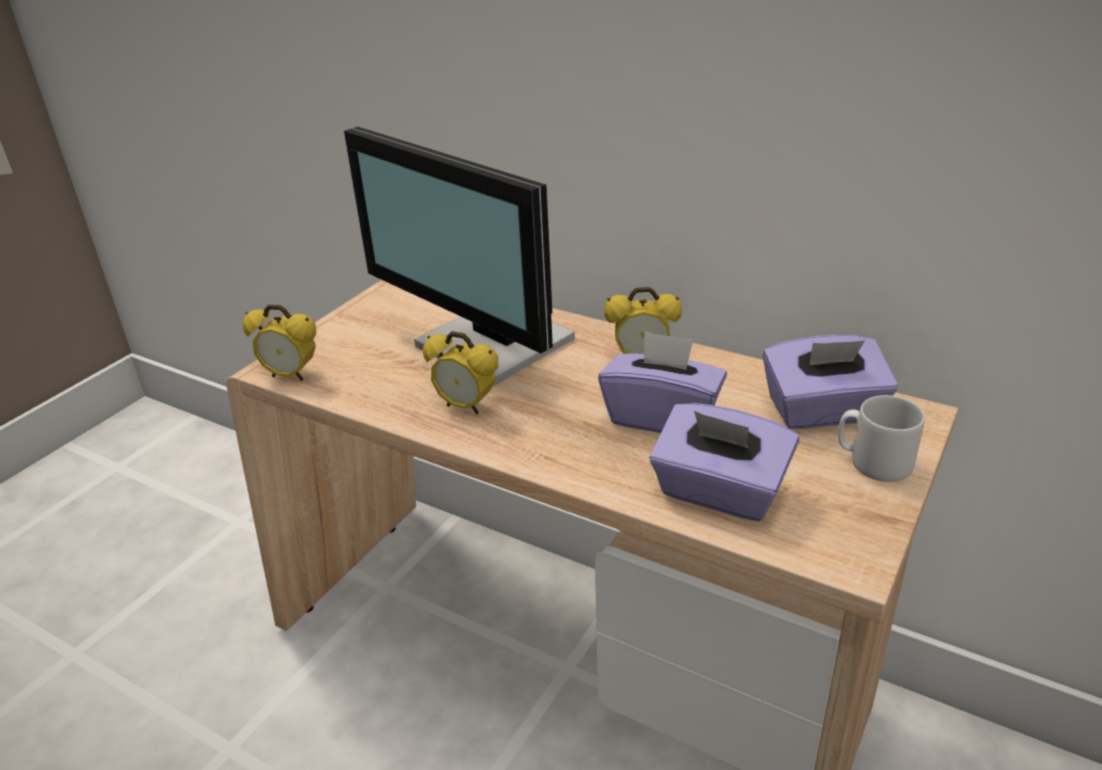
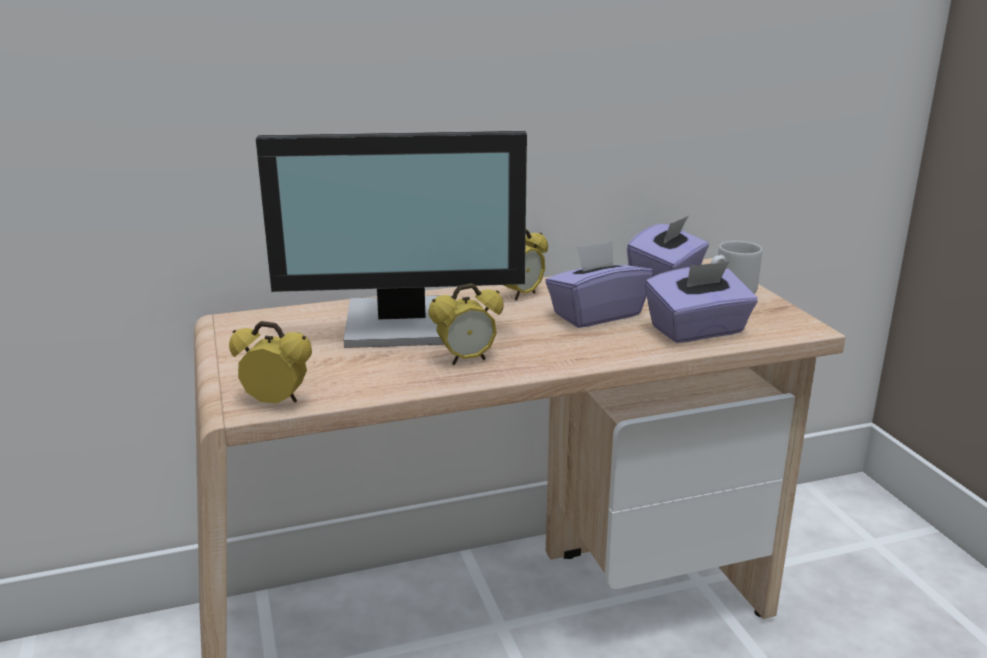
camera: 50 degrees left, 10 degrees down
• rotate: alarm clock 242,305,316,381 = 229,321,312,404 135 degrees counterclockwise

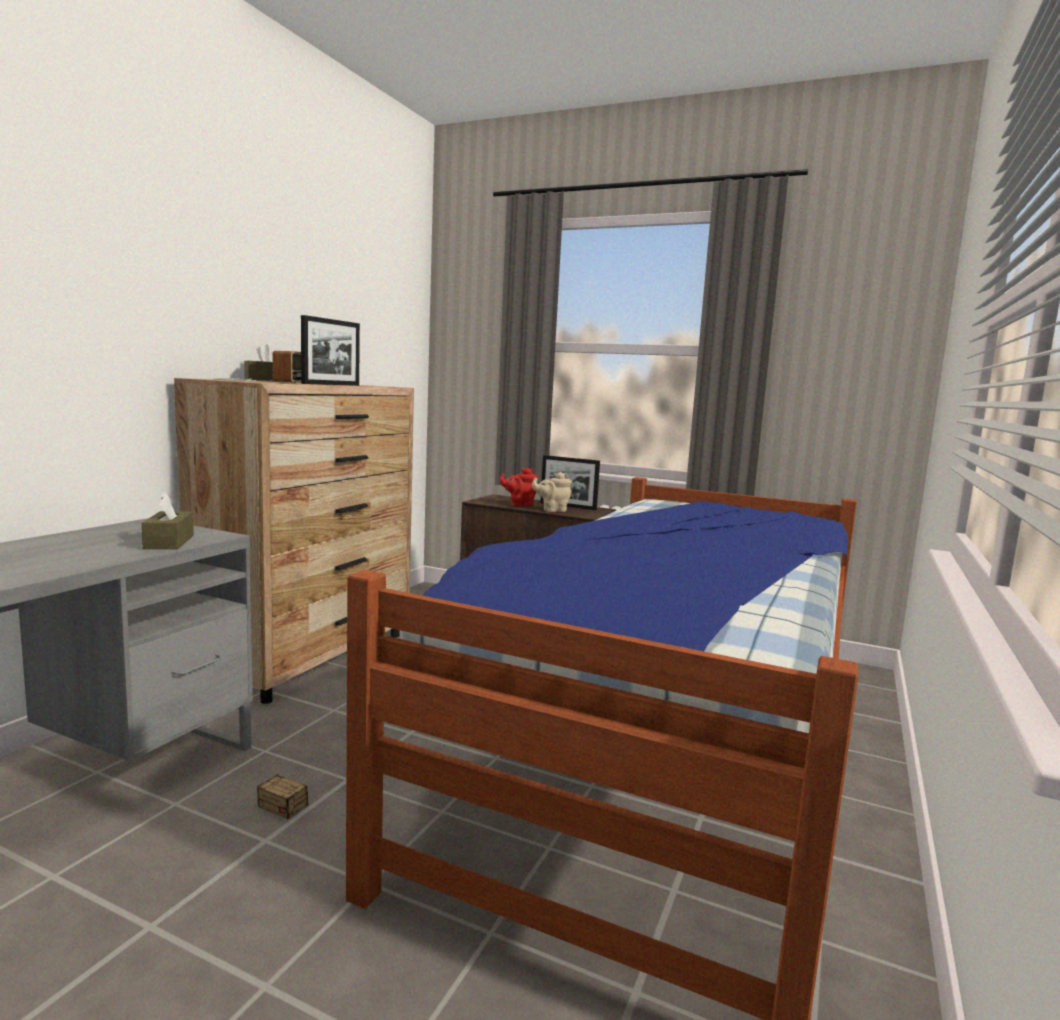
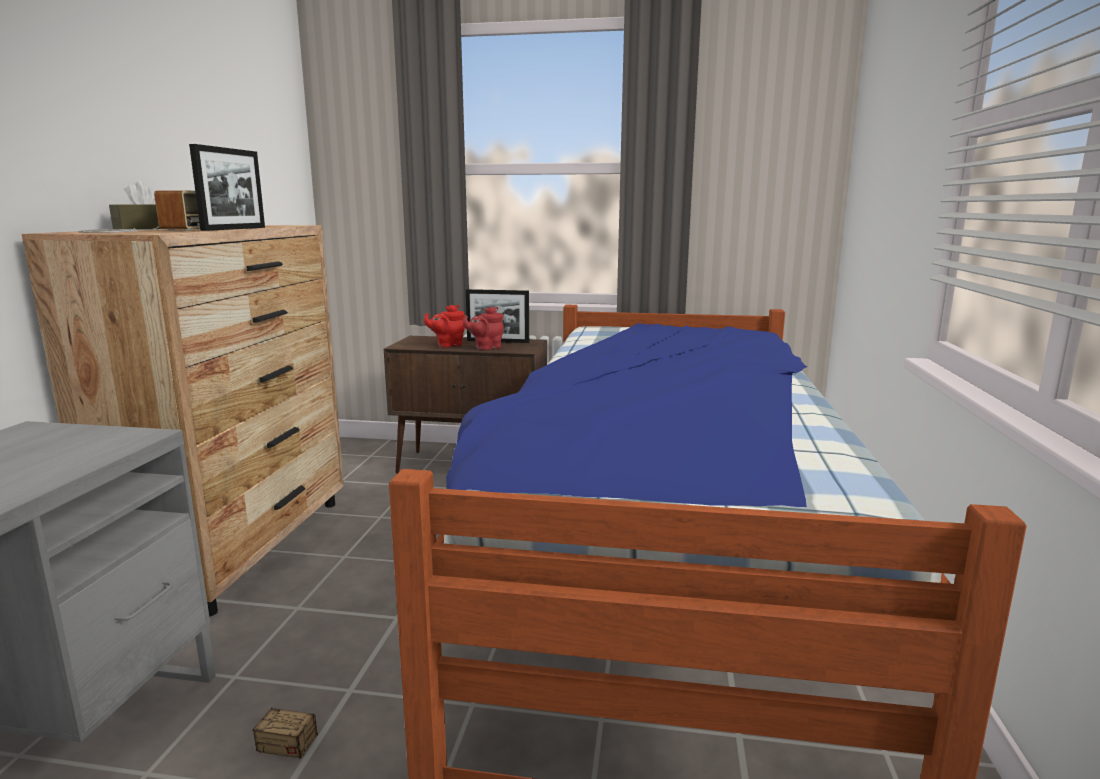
camera: 15 degrees left, 5 degrees up
• delete: brown-coloured tissue holder 142,492,194,549
• recolor: beige-coloured teapot 532,472,572,512 to reddish teapot 463,307,504,350

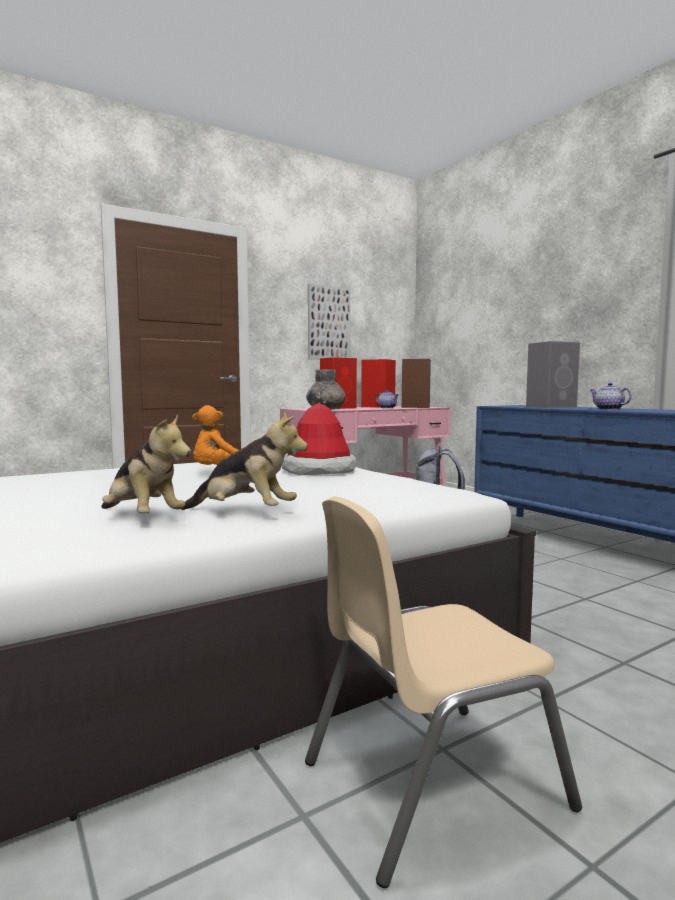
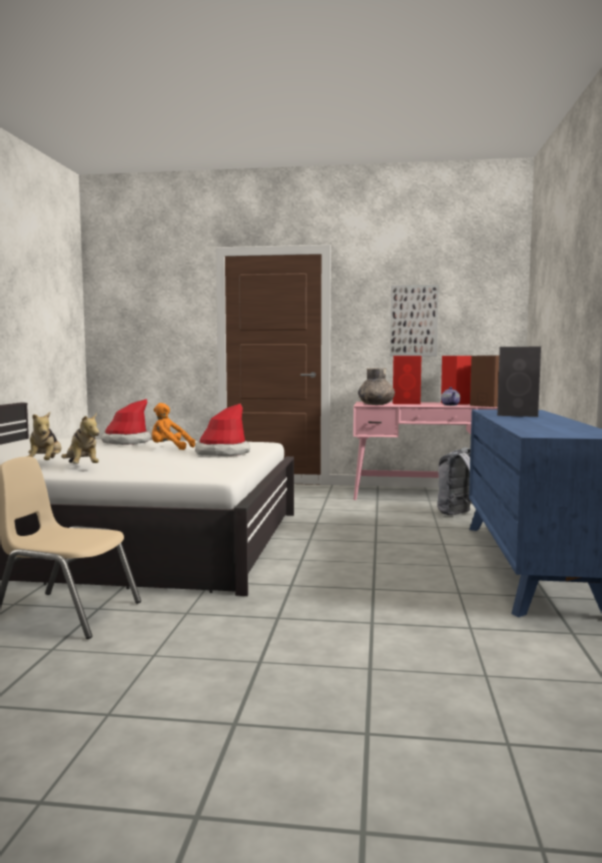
camera: 40 degrees right, 0 degrees up
• delete: teapot 590,383,632,410
• insert: clothing hat 101,399,151,445

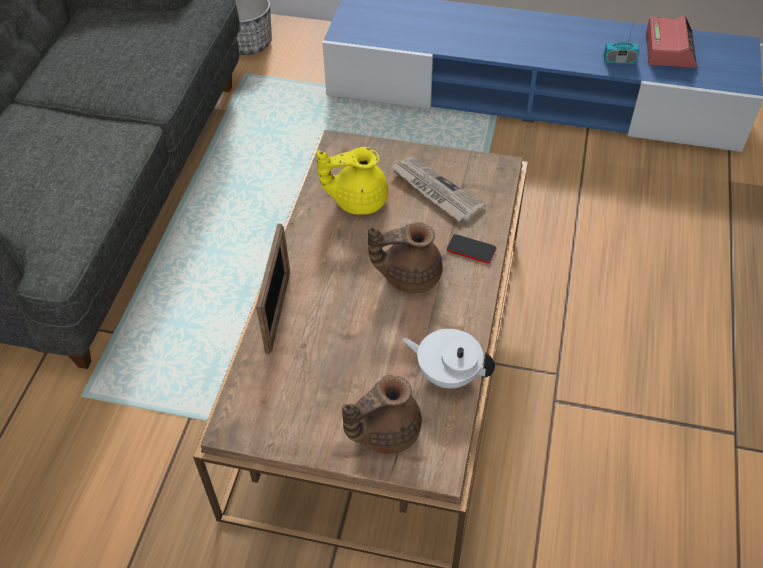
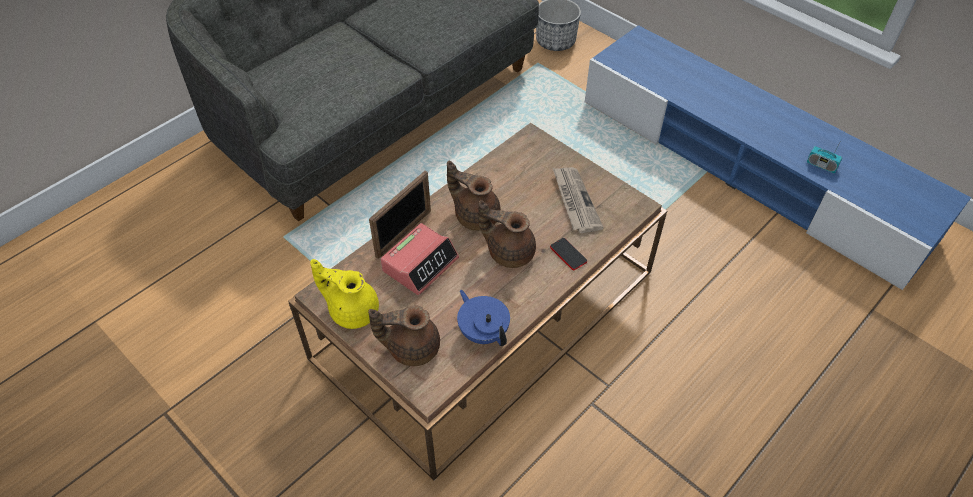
camera: 30 degrees right, 0 degrees up
• insert: brown-coloured teapot 447,161,501,231
• move: yellow-coloured teapot 316,147,388,215 to 310,259,379,329
• move: alarm clock 646,16,697,68 to 380,223,459,295
• recolor: white-coloured teapot 402,329,495,389 to bluish teapot 457,290,510,346

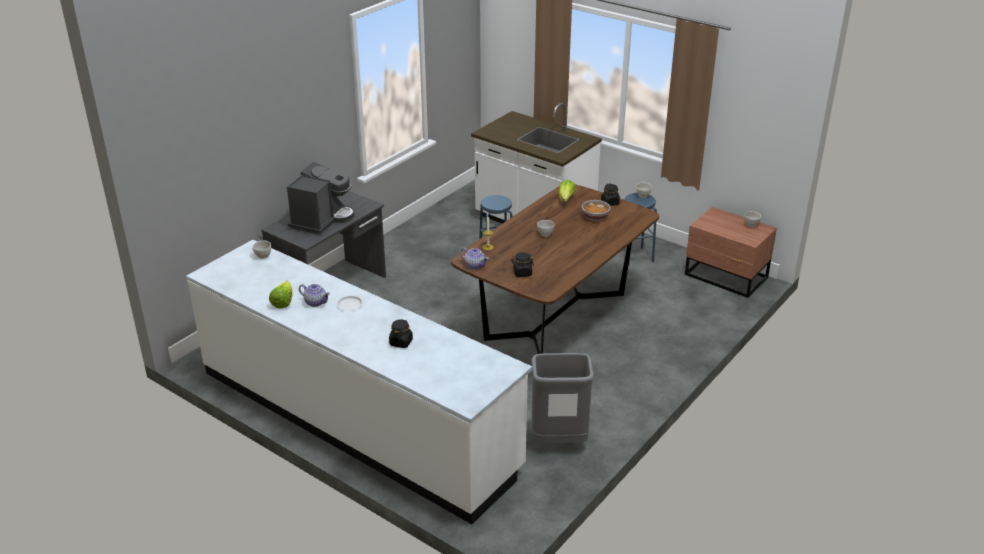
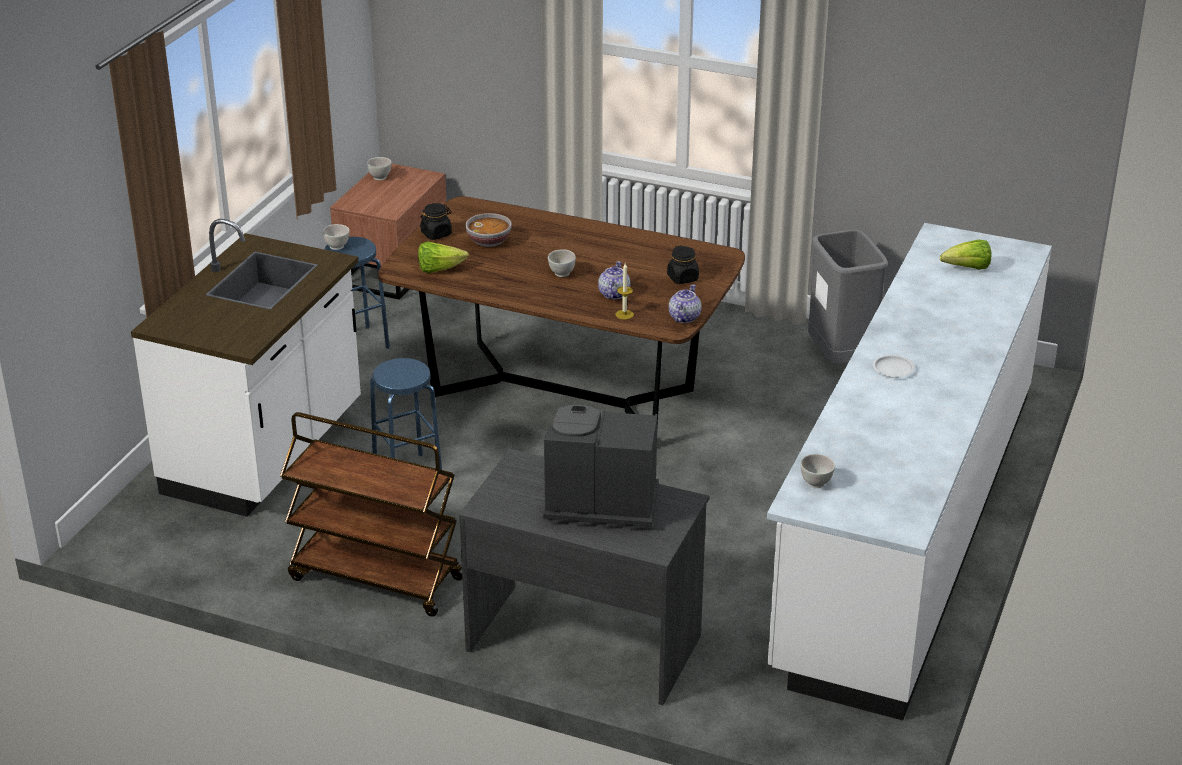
camera: 105 degrees left, 0 degrees up
• delete: blackish preserve jar 389,319,413,348
• insert: brown-coloured wheeled cart 280,412,462,617
• move: head of lettuce 269,281,293,309 to 940,239,991,270
• move: teapot 299,284,330,307 to 598,261,630,299

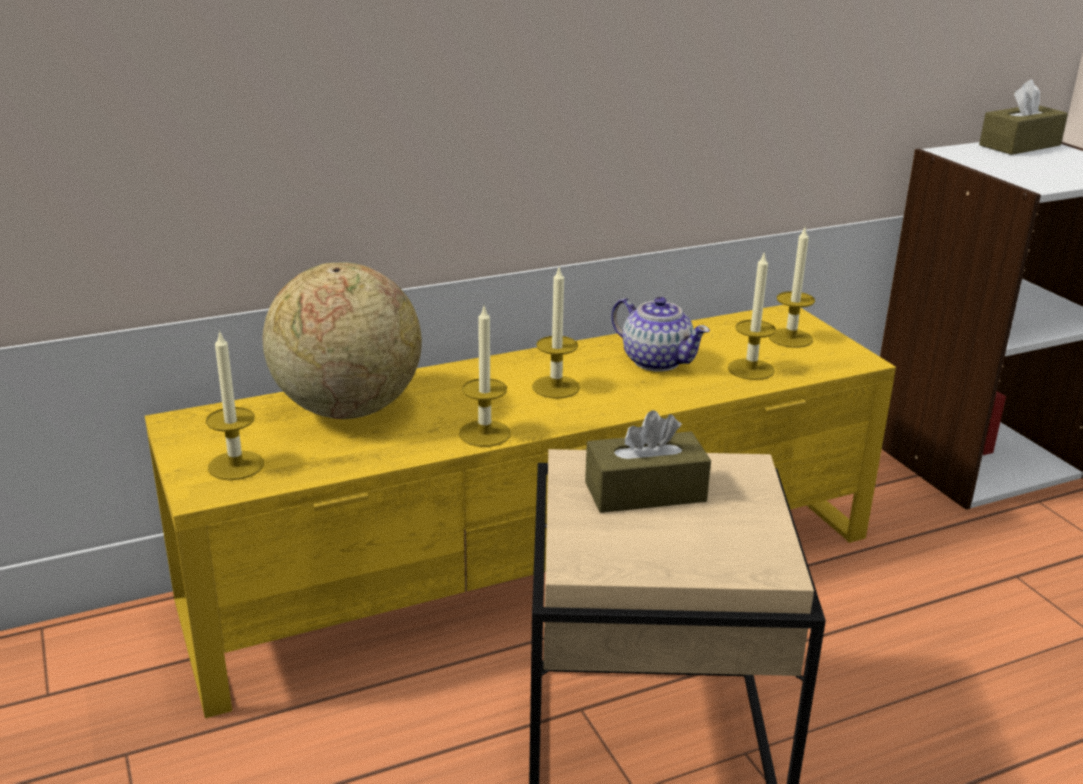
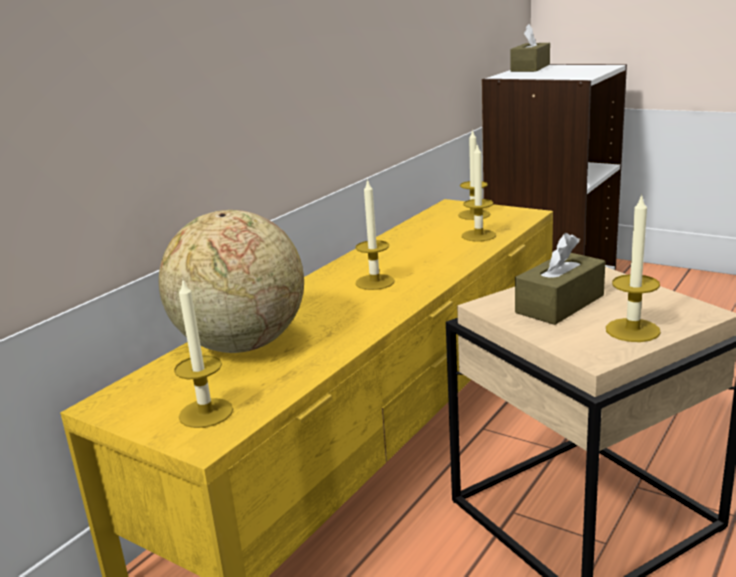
camera: 30 degrees left, 5 degrees down
• delete: teapot 611,297,710,372
• move: candle 459,307,511,447 to 606,194,661,342

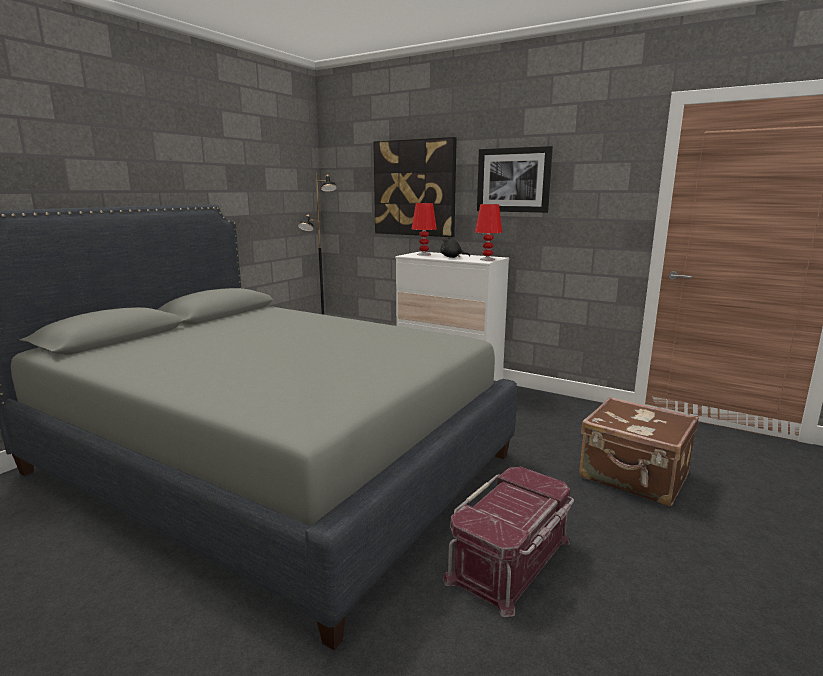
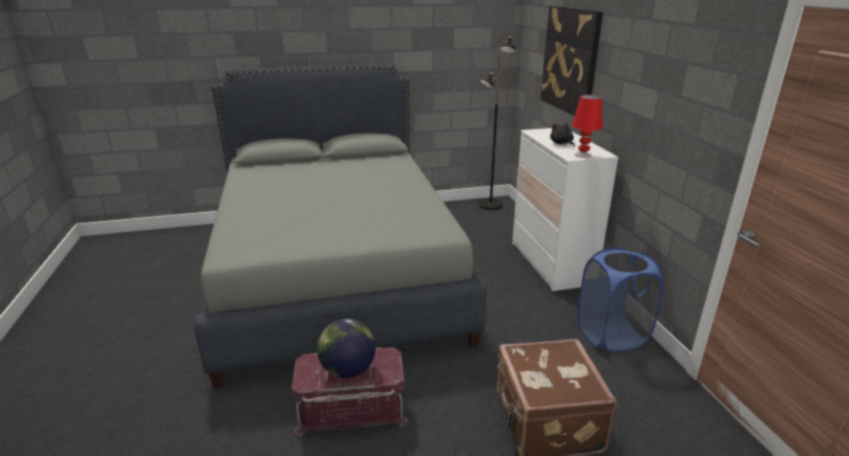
camera: 45 degrees right, 10 degrees up
• delete: reddish tabletop lamp 412,203,437,256
• delete: wall picture 477,146,553,213
• insert: world globe 317,319,376,378
• insert: bluish washing basket 578,247,663,352

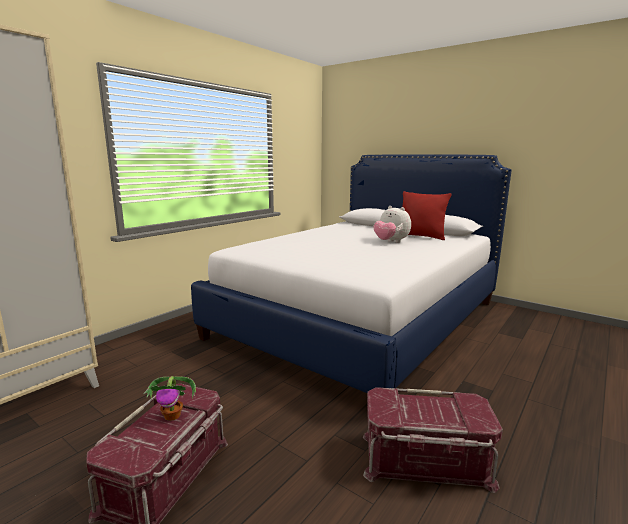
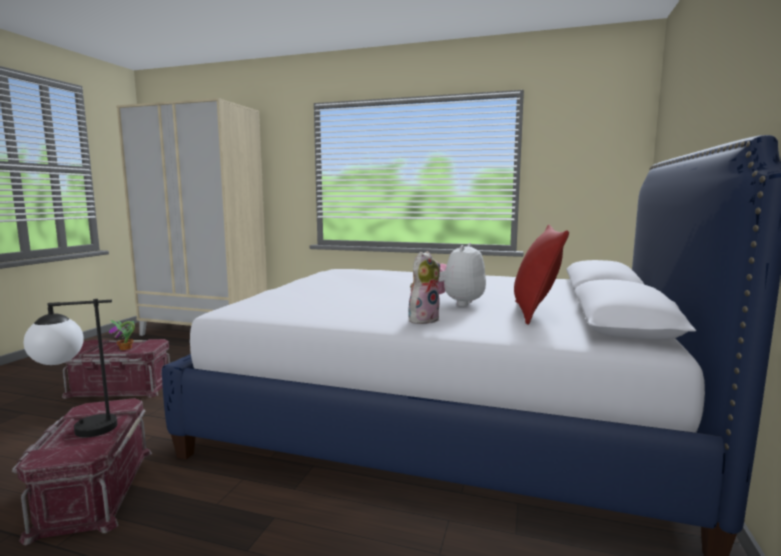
camera: 70 degrees right, 5 degrees down
• insert: tabletop lamp 24,299,117,437
• insert: soft toy 408,251,440,324

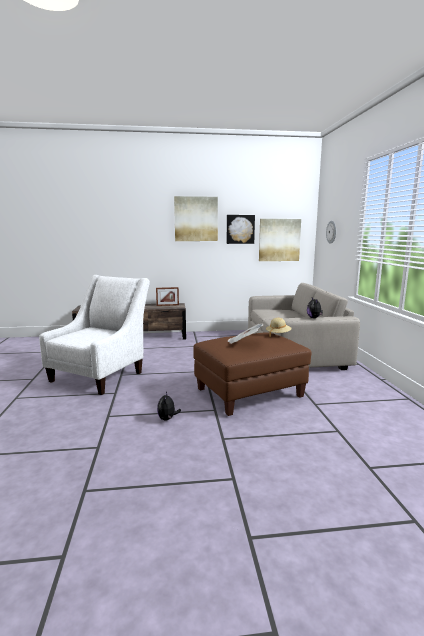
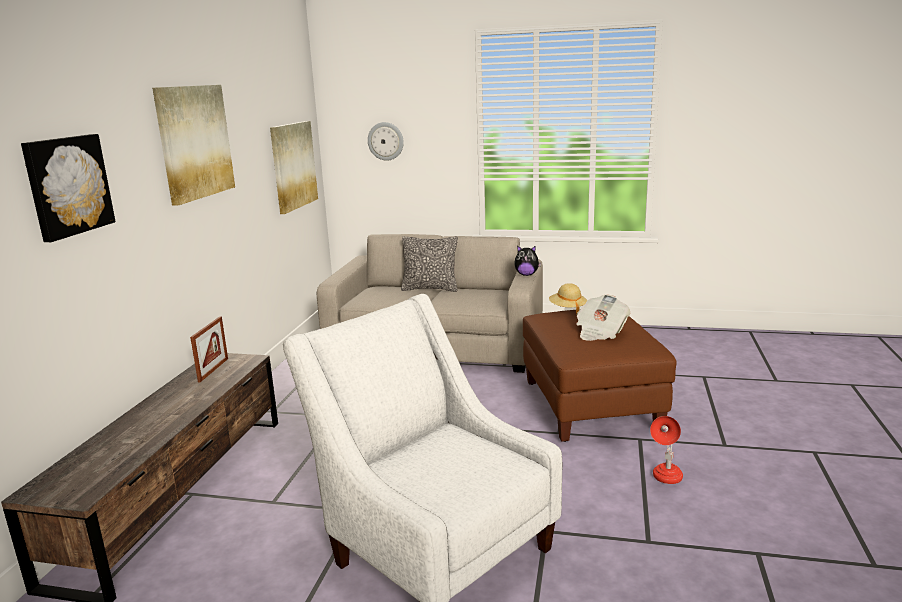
camera: 70 degrees left, 5 degrees up
• insert: pillow 401,236,458,292
• move: wall picture 227,215,255,244 to 21,134,116,242
• replace: soft toy 157,392,181,420 to reddish tabletop lamp 650,416,683,484

